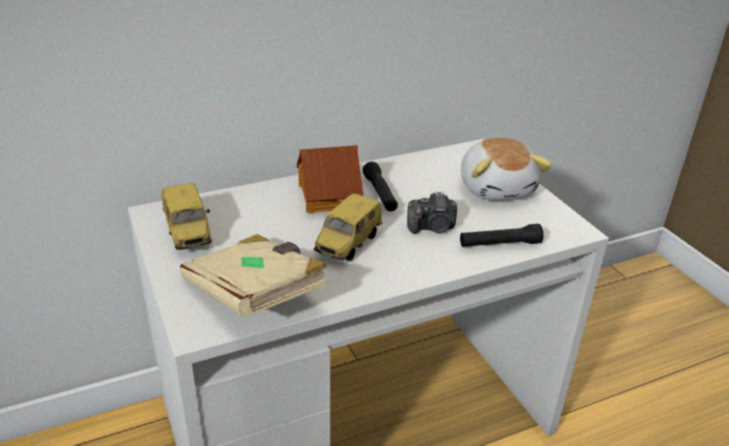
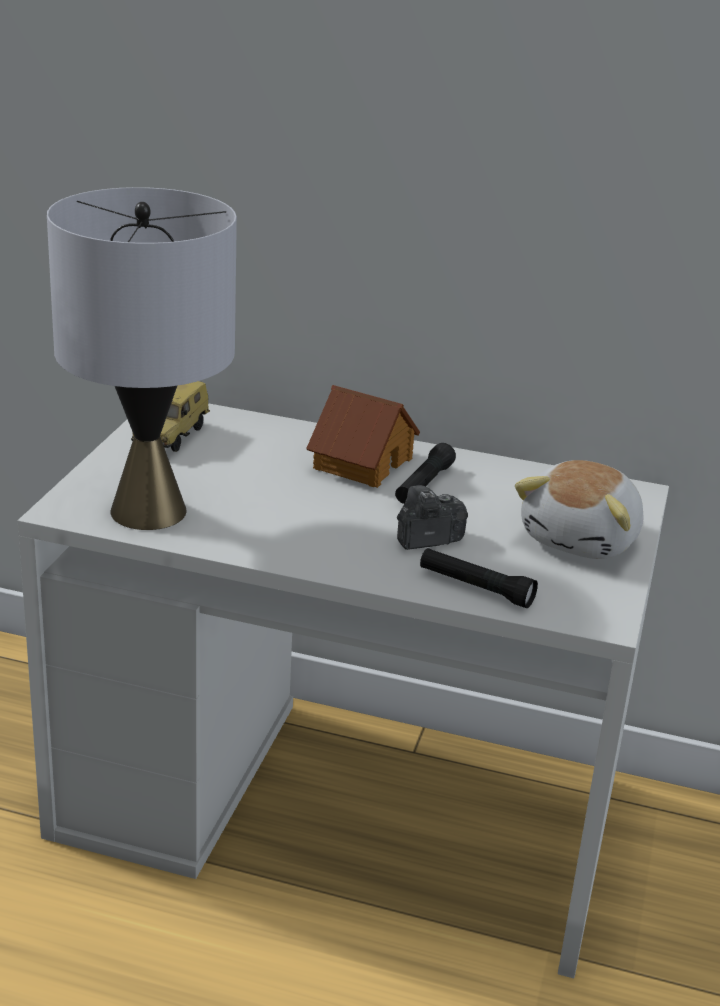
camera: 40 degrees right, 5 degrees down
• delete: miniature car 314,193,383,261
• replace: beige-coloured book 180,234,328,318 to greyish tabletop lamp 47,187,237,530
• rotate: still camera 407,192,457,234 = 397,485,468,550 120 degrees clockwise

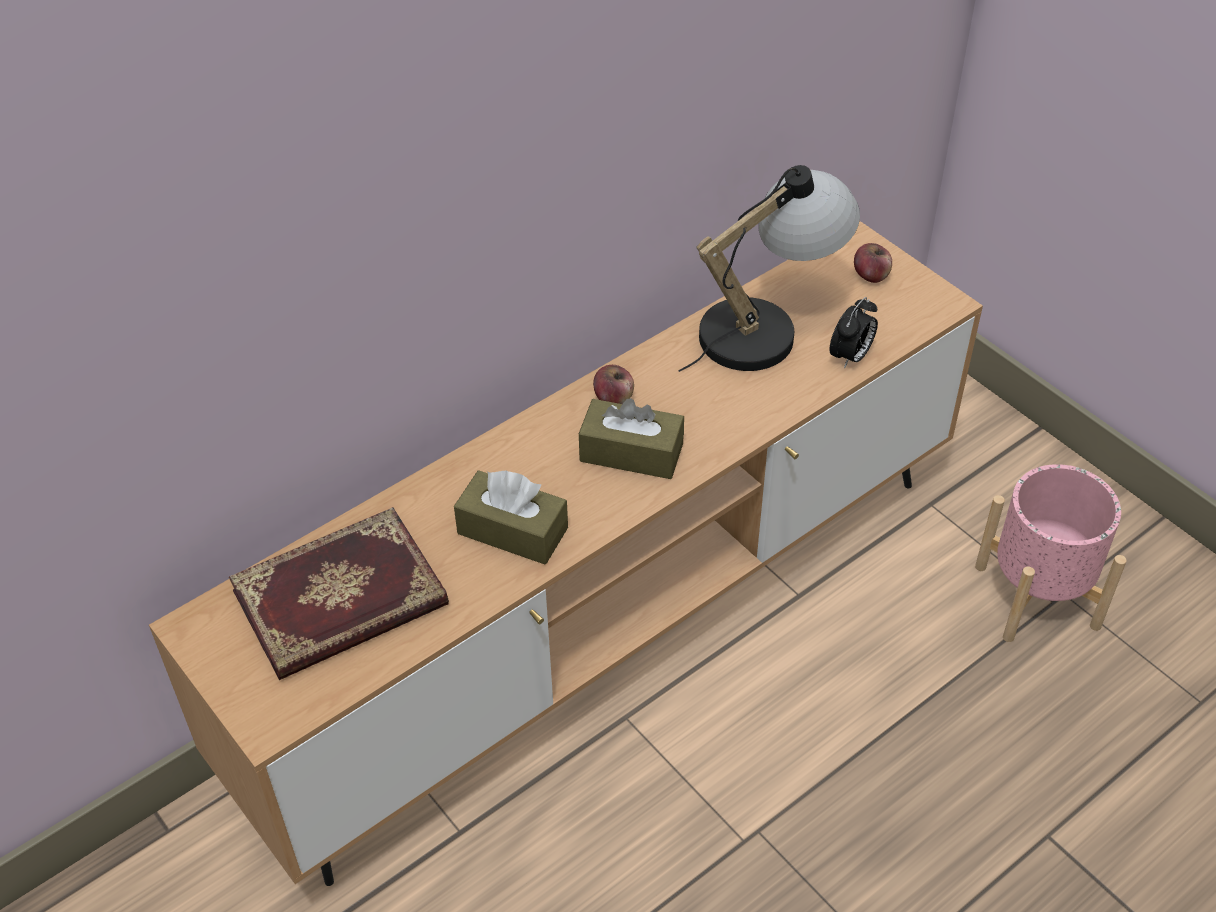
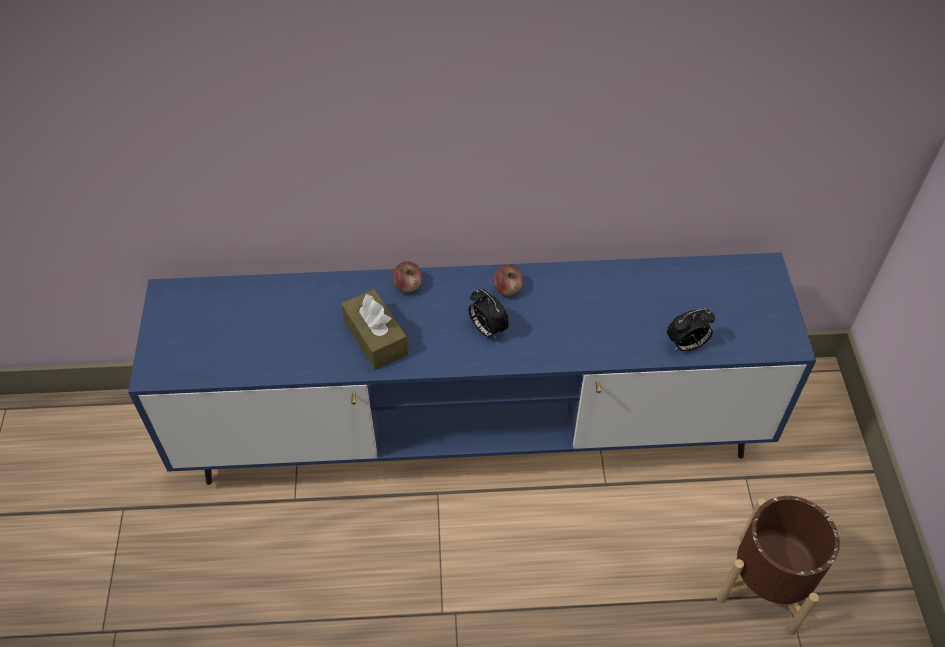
camera: 35 degrees right, 5 degrees up
• delete: book 229,507,449,680
• delete: tabletop lamp 678,165,860,372
• move: apple fruit 854,243,892,283 to 393,261,423,293
• replace: brown-coloured tissue holder 579,398,684,479 to alarm clock 469,289,509,340
• recolor: brown-coloured tv unit 149,221,983,886 to bluish tv unit 128,253,816,485
• recolor: pink flower pot 975,464,1127,642 to brown-coloured flower pot 717,496,840,635

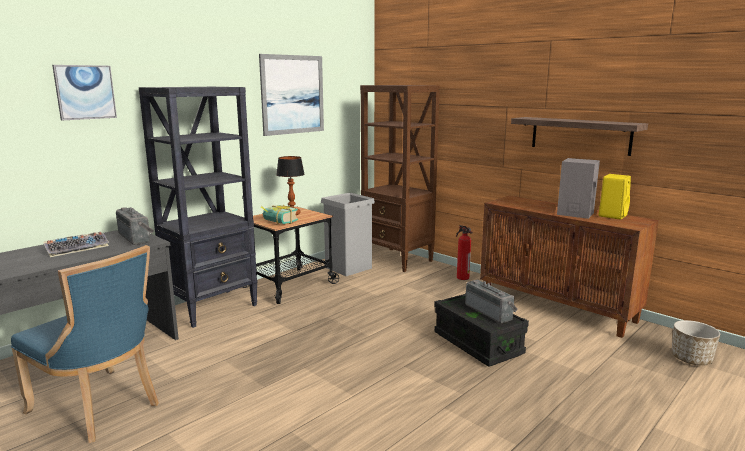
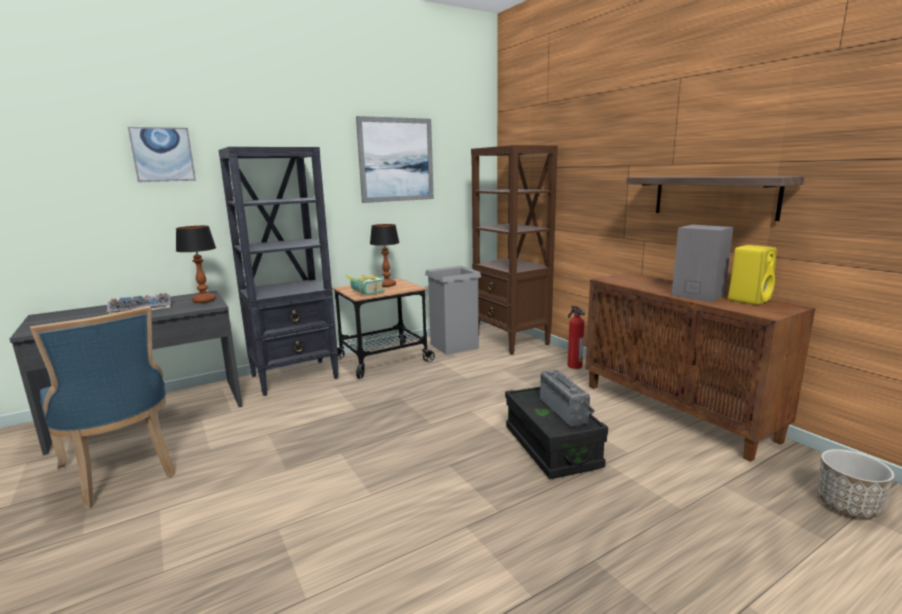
camera: 15 degrees right, 0 degrees up
• replace: radio set 116,207,154,245 to tabletop lamp 176,226,216,303

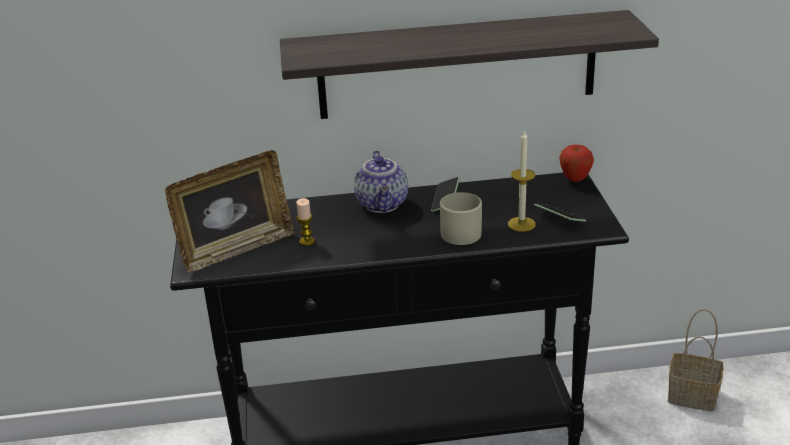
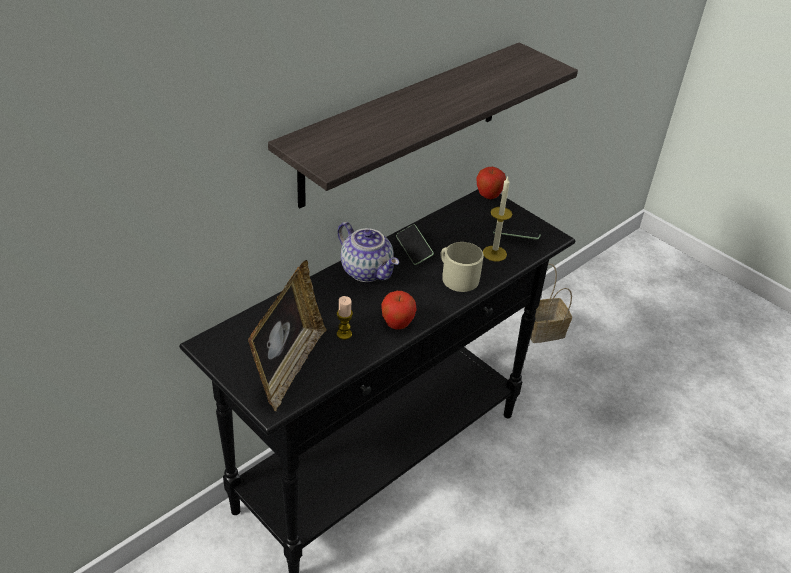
camera: 40 degrees left, 10 degrees up
• insert: apple fruit 381,291,416,329

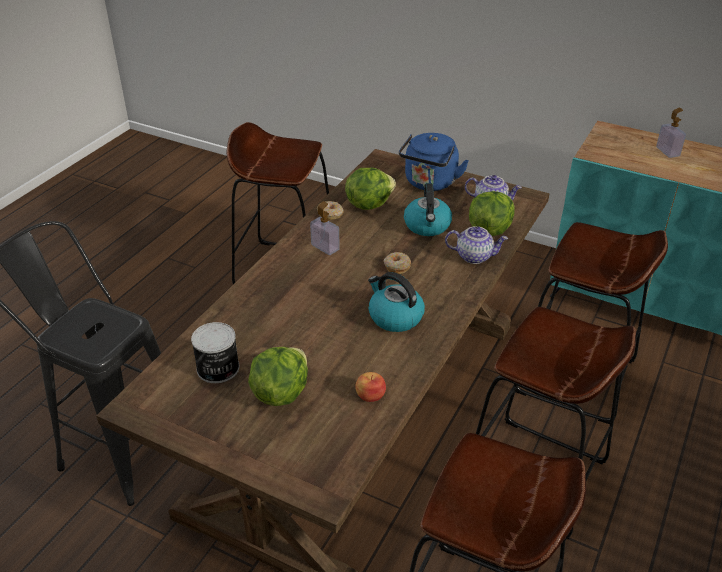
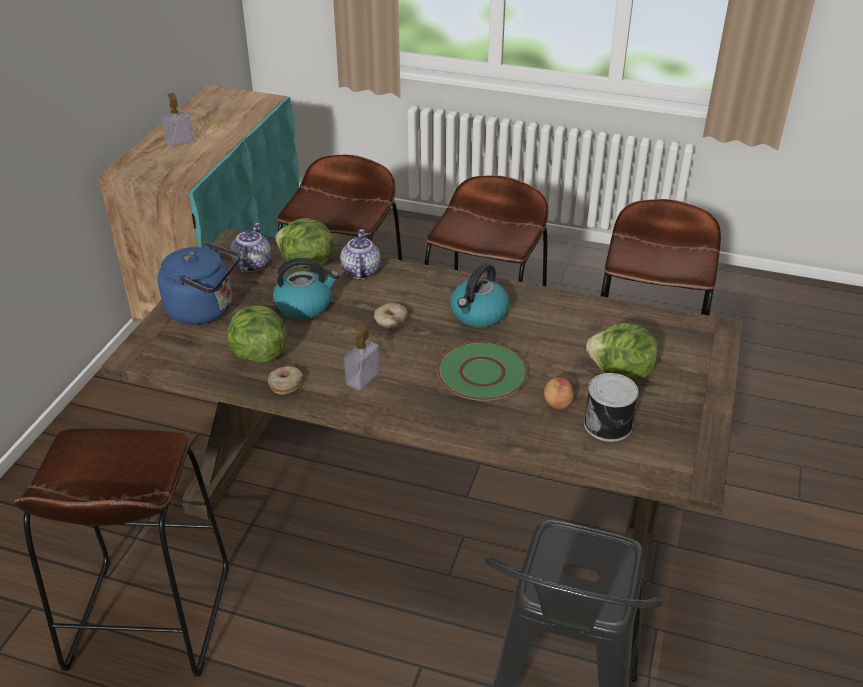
camera: 100 degrees left, 0 degrees up
• insert: greenish dinner plate 437,342,528,401
• move: apple fruit 355,372,386,402 to 544,377,574,410

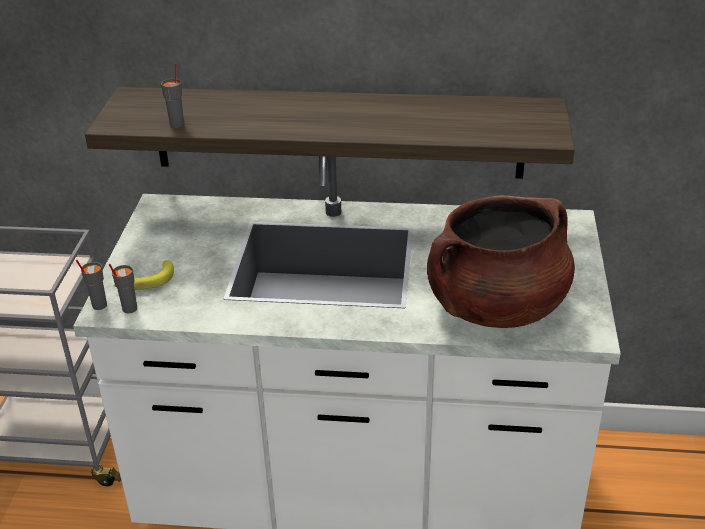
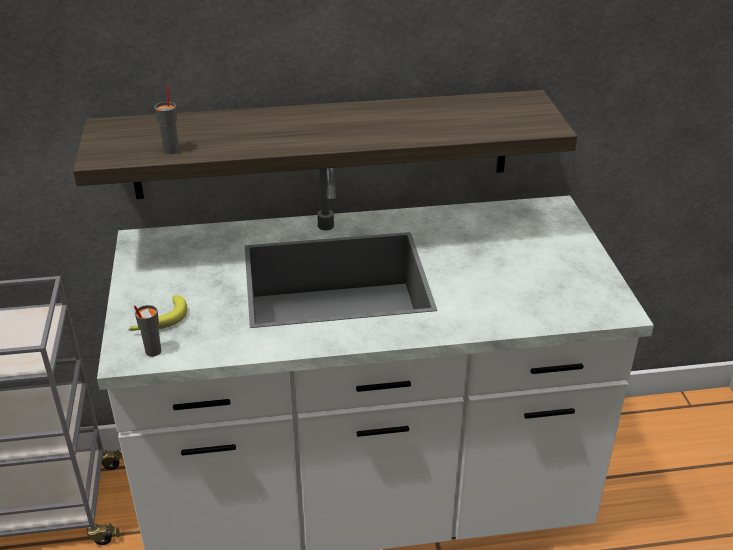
camera: 15 degrees left, 0 degrees up
• delete: greyish small cup 76,259,107,310
• delete: brown-coloured stockpot 427,195,575,328

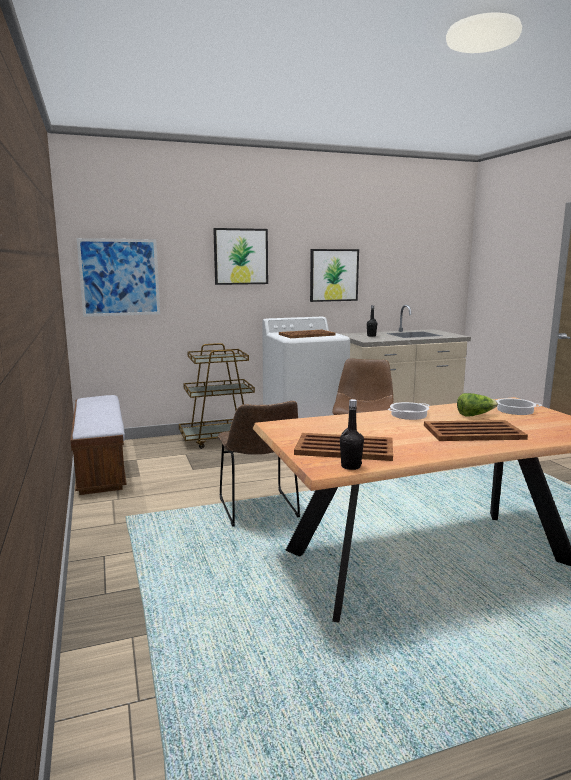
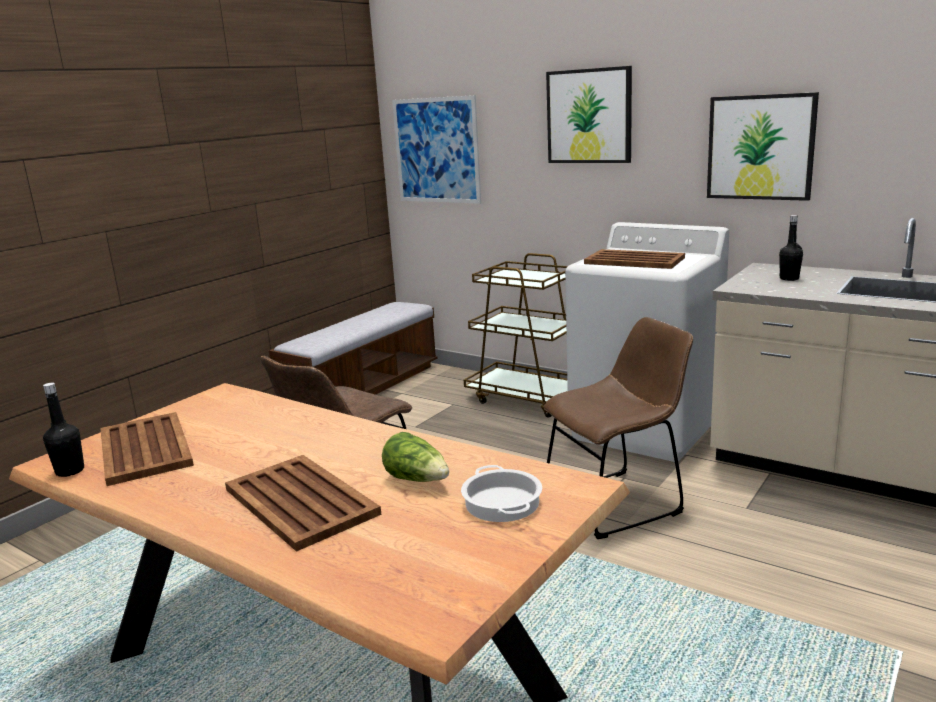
camera: 55 degrees right, 5 degrees up
• delete: stockpot 388,402,430,420

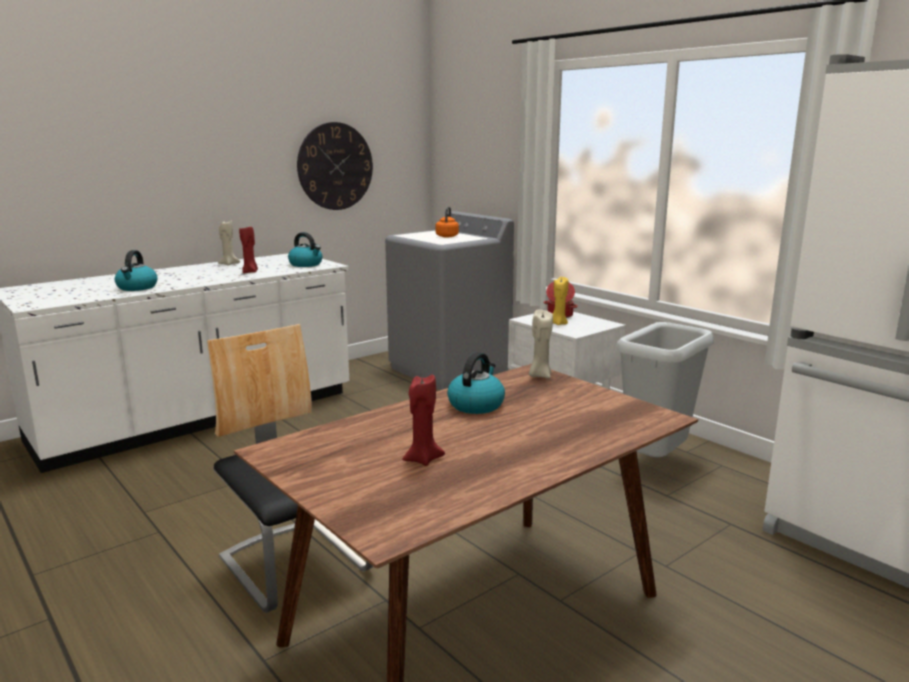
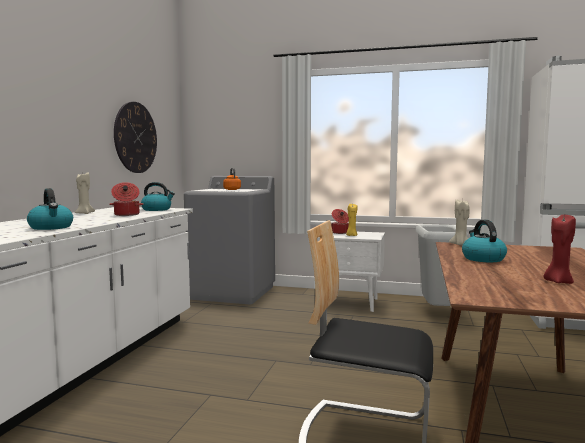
camera: 35 degrees left, 10 degrees down
• replace: reddish candle 239,227,258,273 to stockpot 109,182,143,216

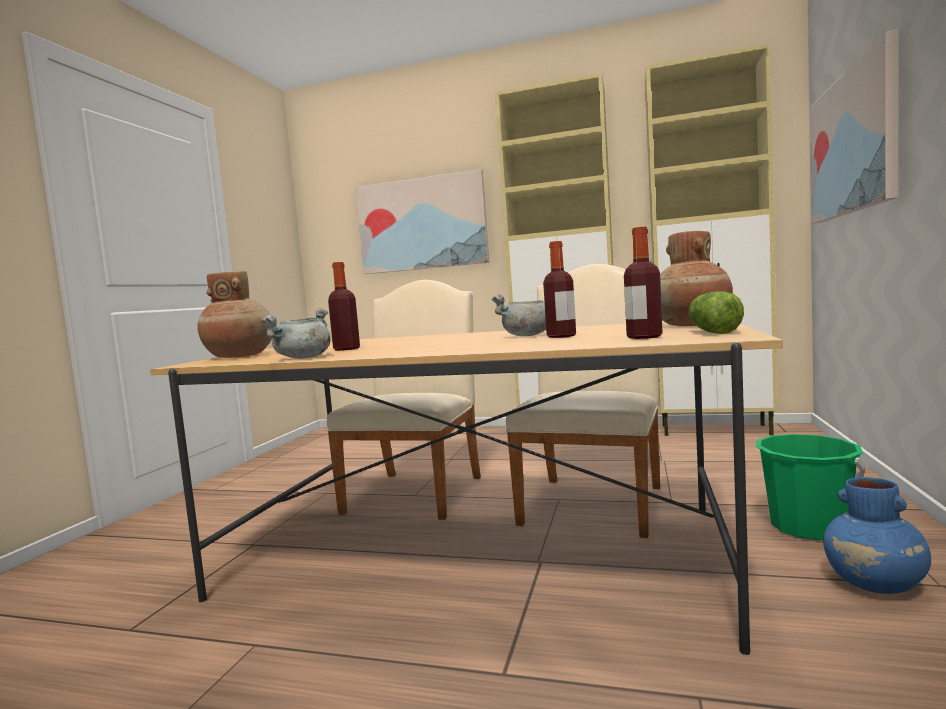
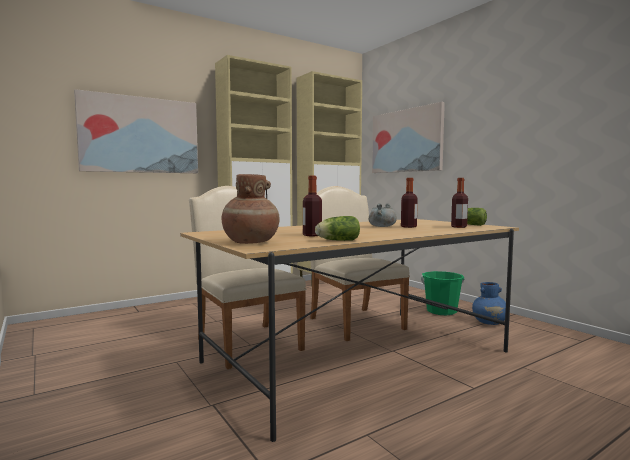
camera: 50 degrees left, 0 degrees up
• delete: brown-coloured flower vase 660,231,733,326
• replace: greyish stockpot 260,308,331,359 to head of lettuce 315,216,360,241

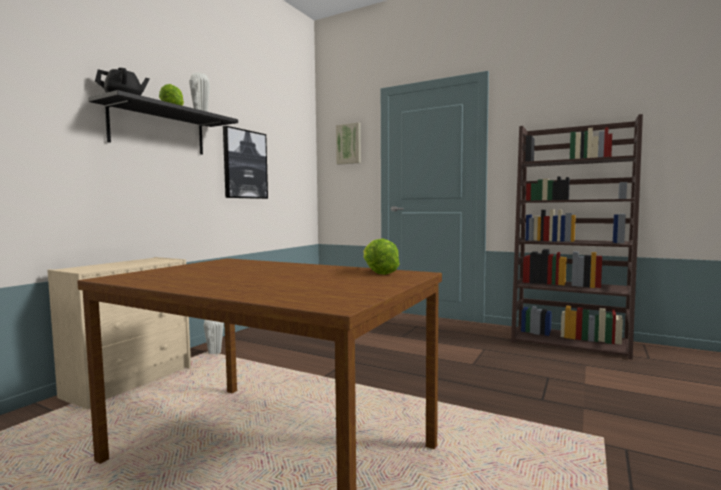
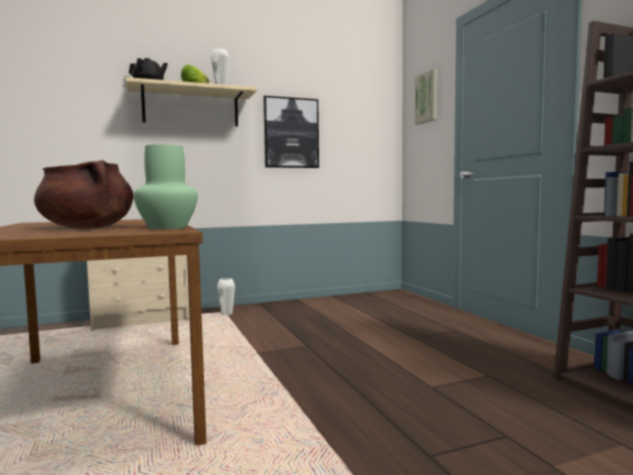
camera: 40 degrees right, 0 degrees up
• insert: brown-coloured stockpot 34,160,133,229
• replace: head of lettuce 363,238,400,275 to greenish flower vase 134,144,198,229
• recolor: blackish bracket shelf 88,90,238,155 to beige-coloured bracket shelf 126,77,257,126

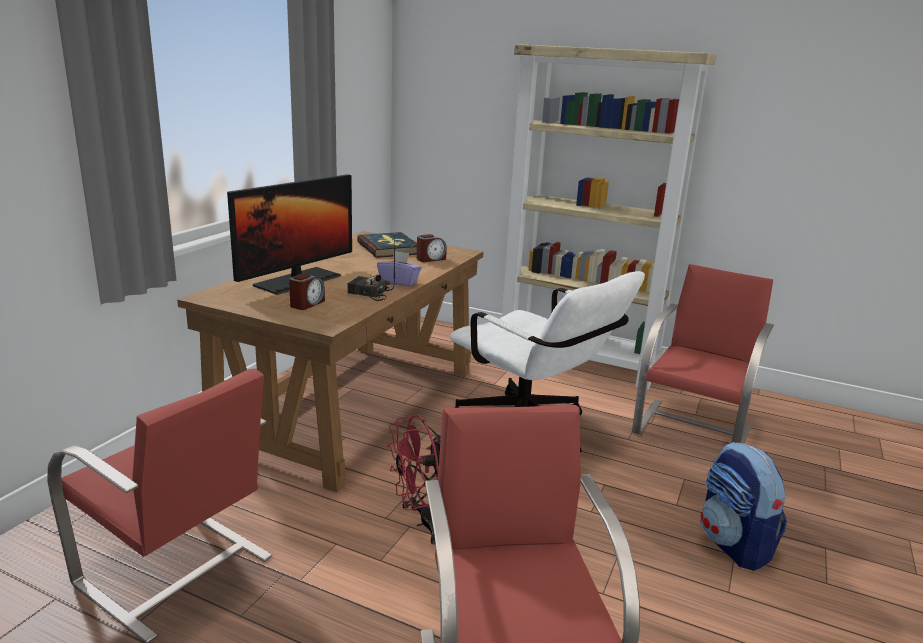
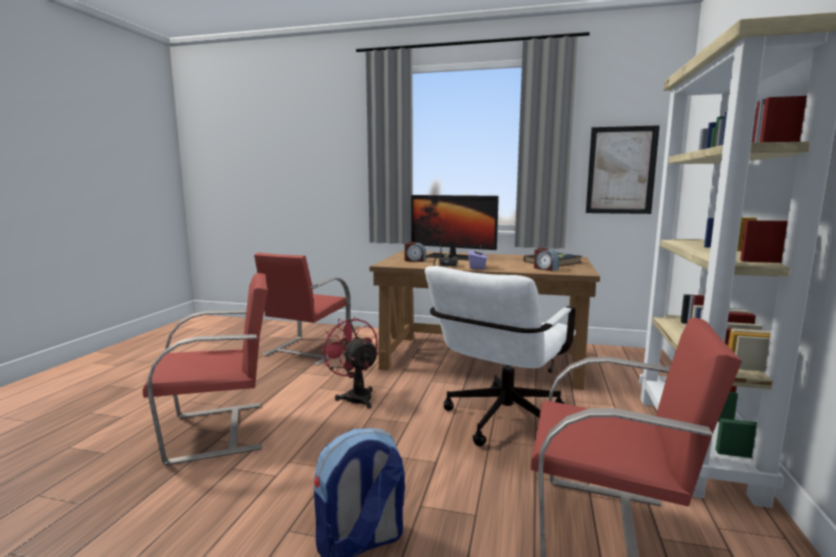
camera: 80 degrees right, 10 degrees down
• insert: wall picture 586,125,660,214

